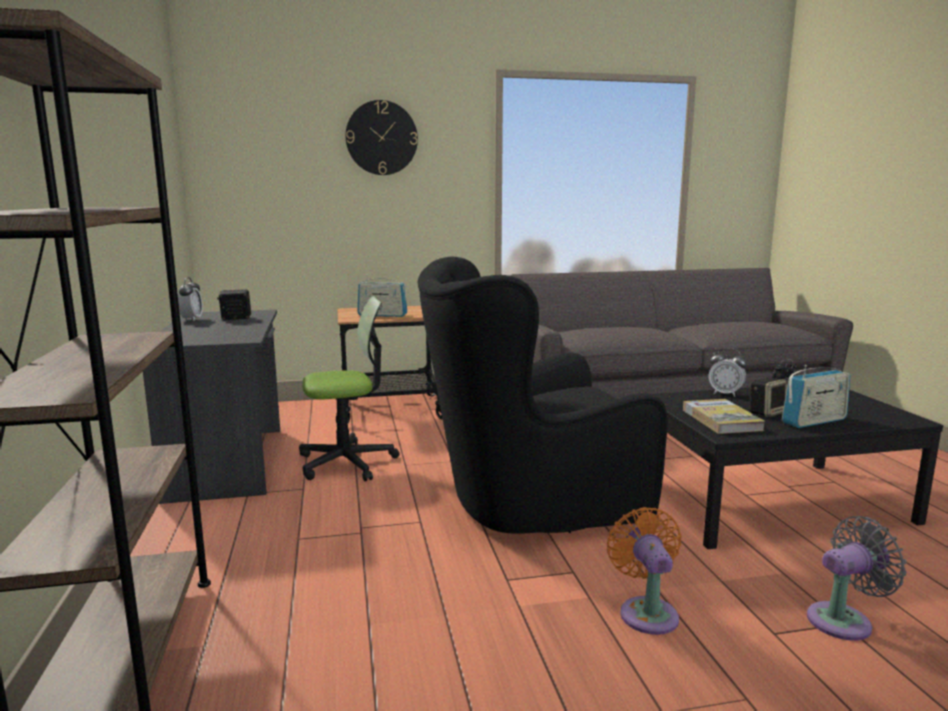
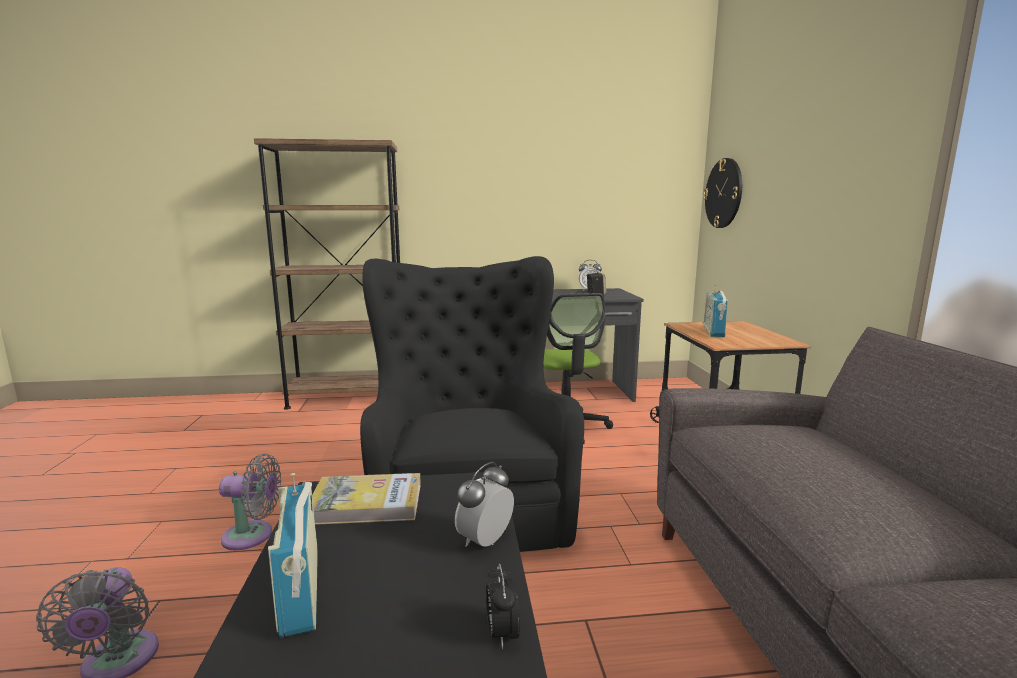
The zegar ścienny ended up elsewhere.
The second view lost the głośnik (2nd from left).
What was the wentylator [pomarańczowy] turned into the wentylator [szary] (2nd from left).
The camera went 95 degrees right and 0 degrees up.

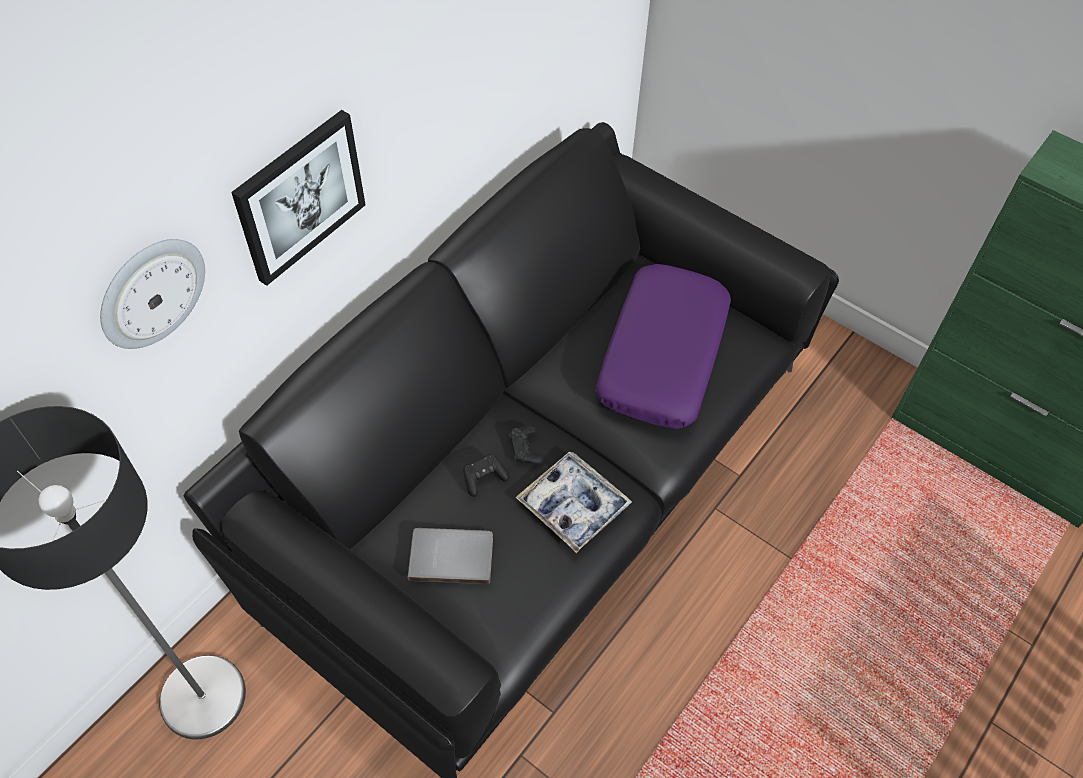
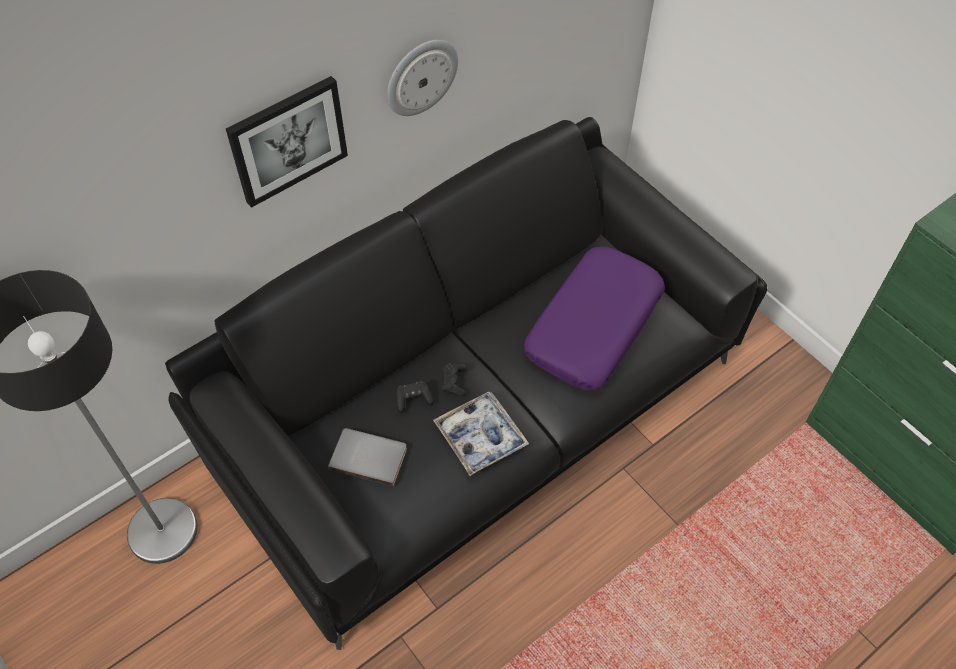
The zegar ścienny ended up elsewhere.
The camera went 15 degrees right and 0 degrees up.

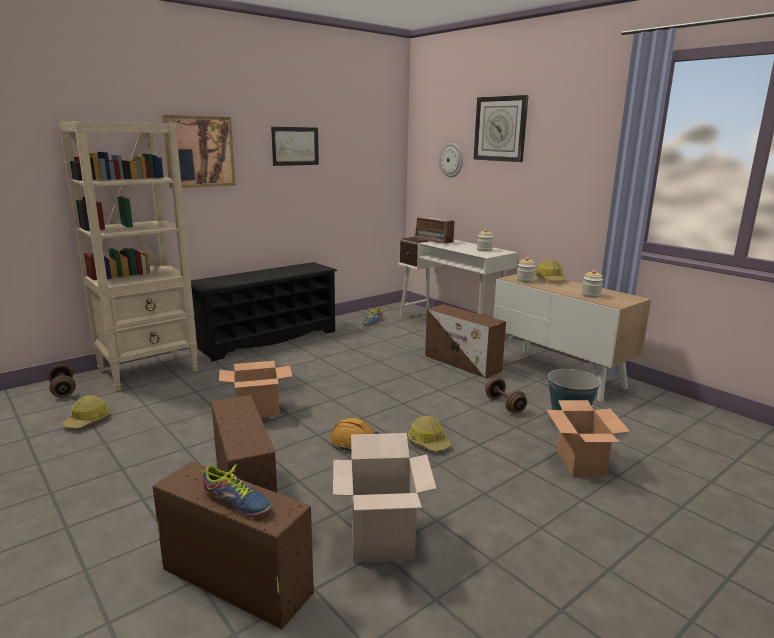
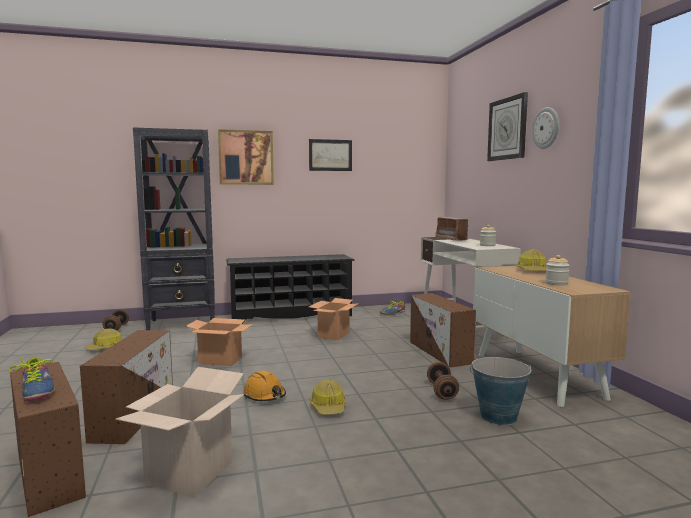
What was the regał [beżowy] turned into the regał [czarny].
The zegar ścienny (1st from left in the first image) ended up elsewhere.
The second view lost the słoik (2nd from left).
The karton (3rd from left) ended up elsewhere.
The camera went 25 degrees right and 10 degrees down.

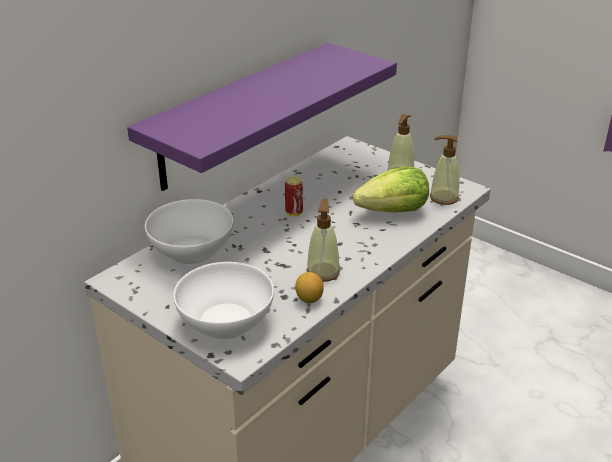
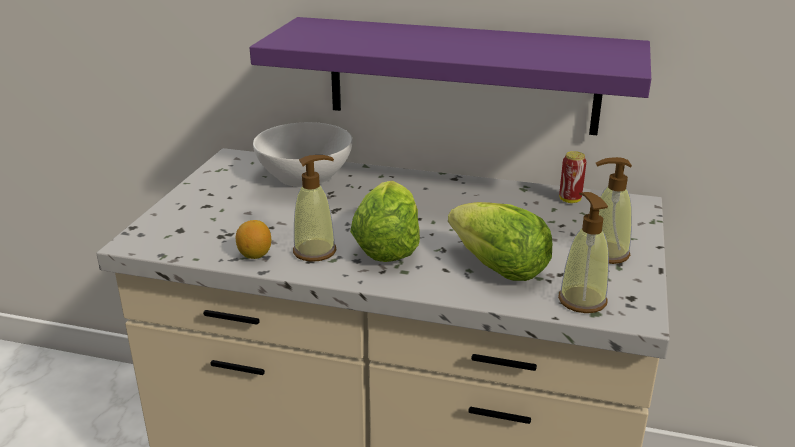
The puszka ended up elsewhere.
The second view lost the miska [biały] (2nd from left).
The second view gained the sałata (1st from left).
The camera went 65 degrees right and 5 degrees down.

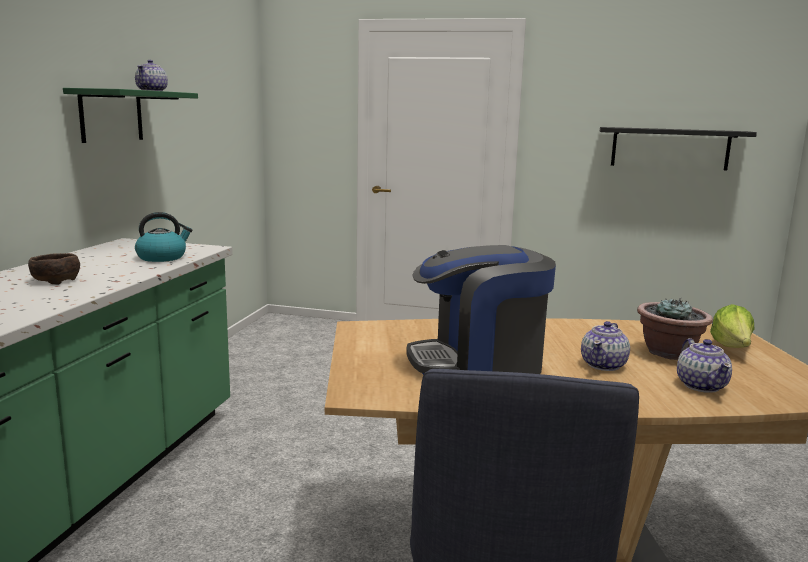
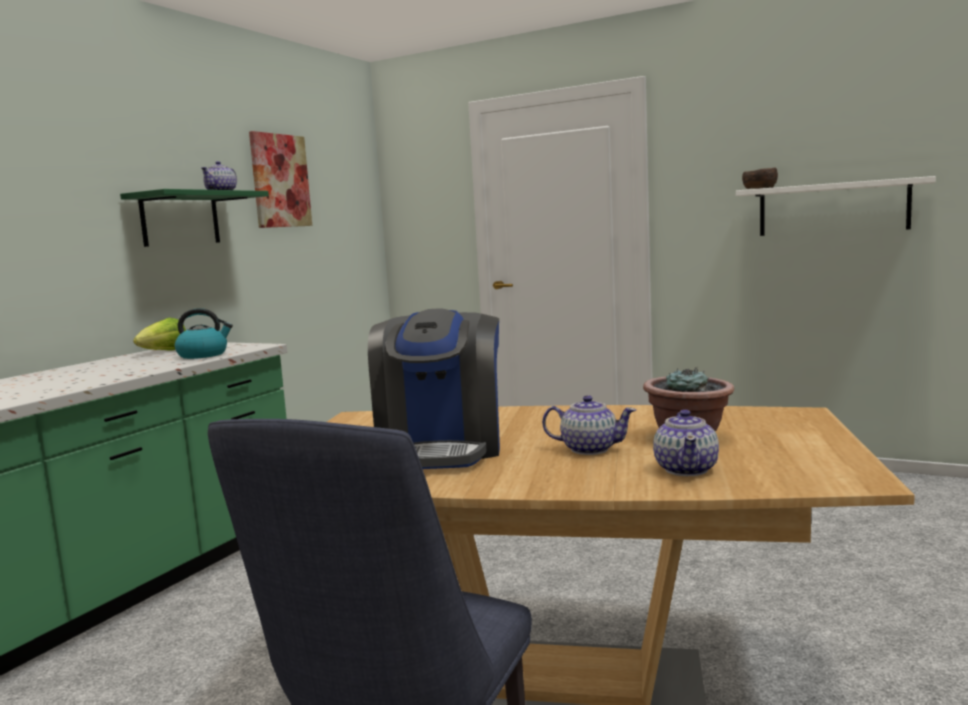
What was the półka [czarny] turned into the półka [biały].
The ekspres do kawy ended up facing another way, 90 degrees counterclockwise from before.
The miska [brązowy] ended up elsewhere.
The sałata ended up elsewhere.
The imbryk (2nd from left) ended up facing another way, 120 degrees counterclockwise from before.
The second view gained the obraz.
The camera went 15 degrees right and 5 degrees down.

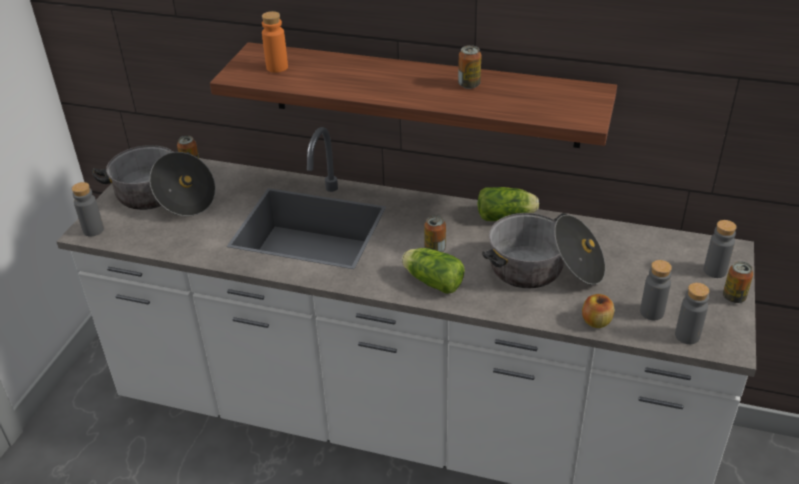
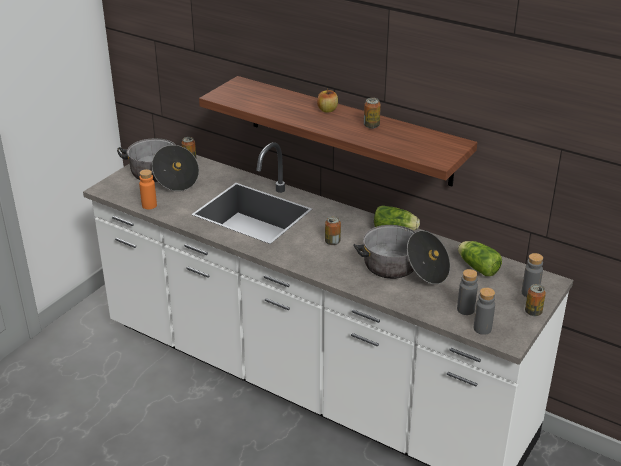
The butelka [pomarańczowy] ended up elsewhere.
The second view lost the butelka [szary] (1st from left).
The sałata (1st from left in the first image) ended up elsewhere.
The jabłko ended up elsewhere.
The camera went 15 degrees right and 5 degrees down.

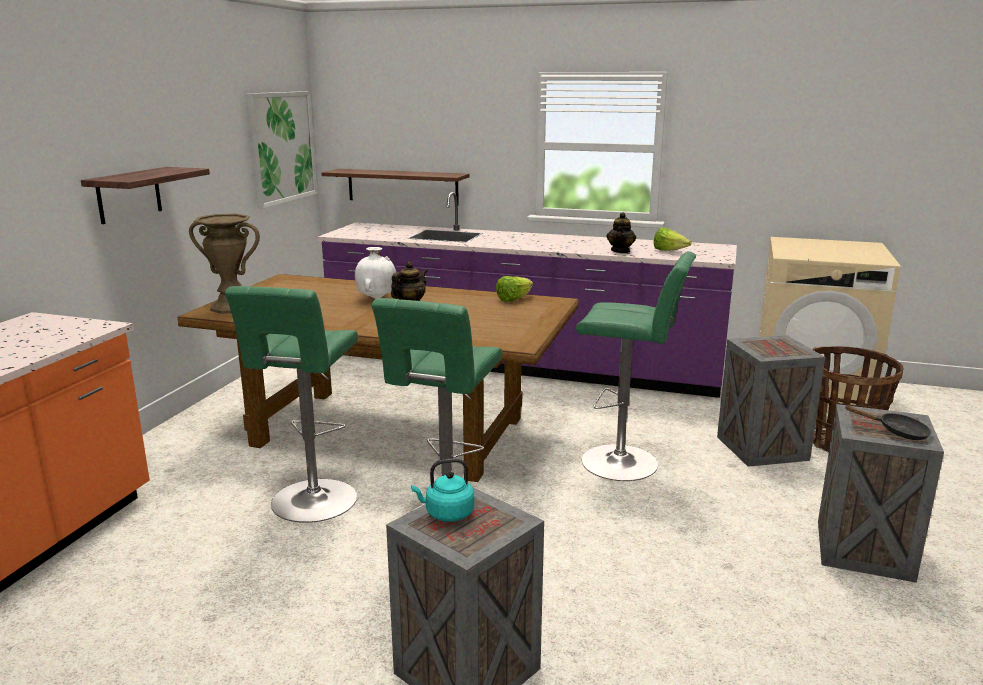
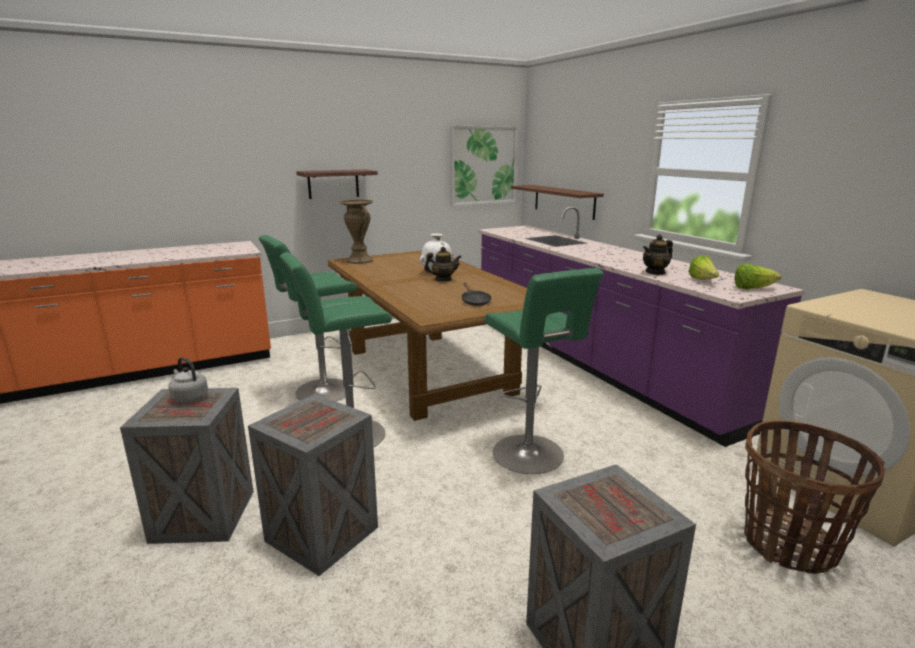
The sałata (1st from left in the first image) ended up elsewhere.
The skrzynka (2nd from left) ended up elsewhere.
The patelnia [czarny] ended up elsewhere.
What was the czajnik [turkusowy] turned into the czajnik [szary].
The camera went 45 degrees right and 0 degrees up.

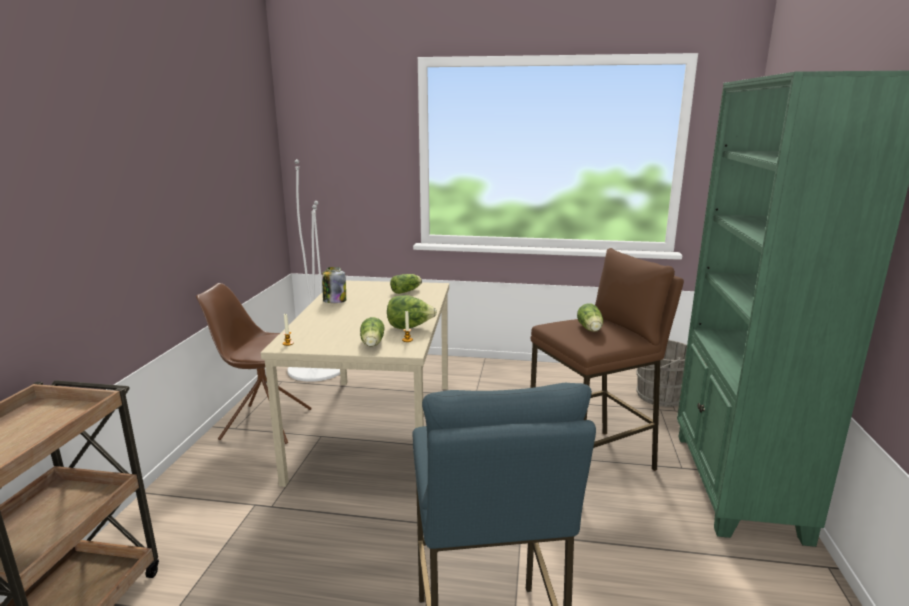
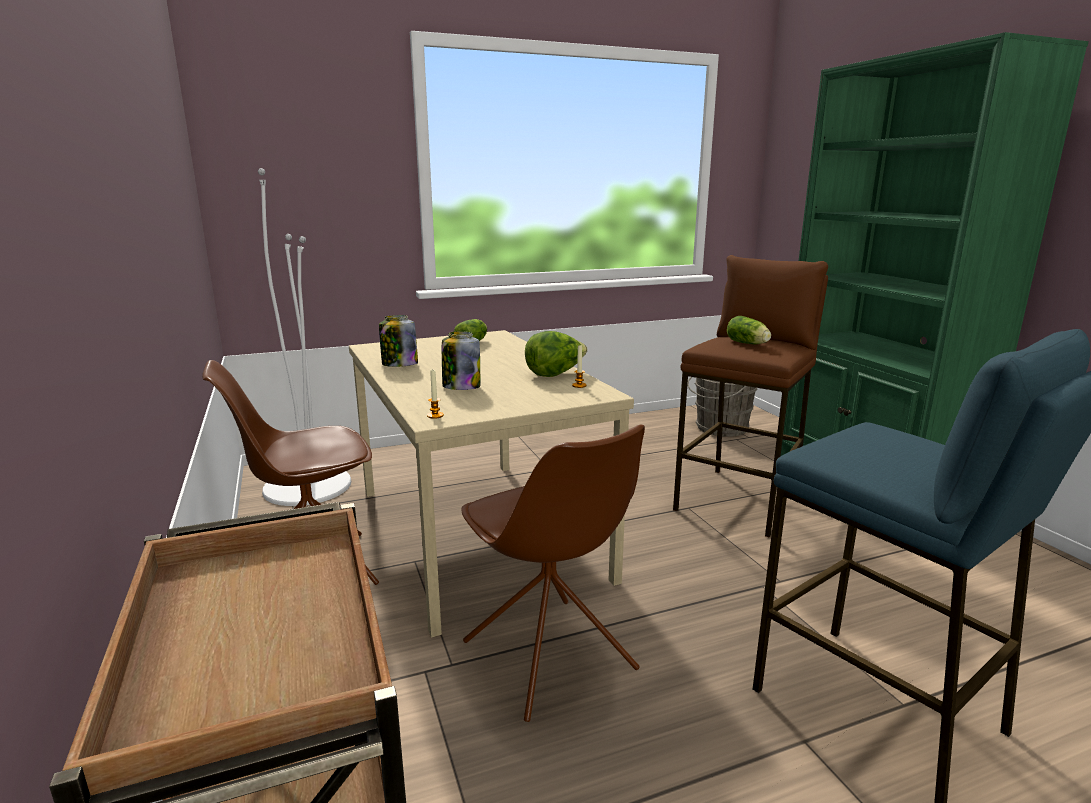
The second view lost the sałata (1st from left).
The second view gained the słoik (2nd from left).
The second view gained the krzesło [brązowy] (2nd from left).
The camera went 30 degrees left and 0 degrees up.

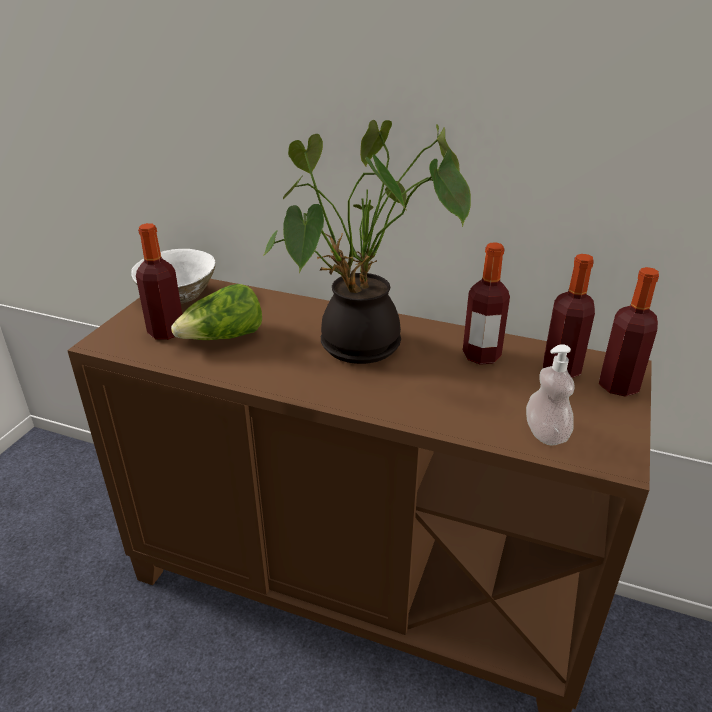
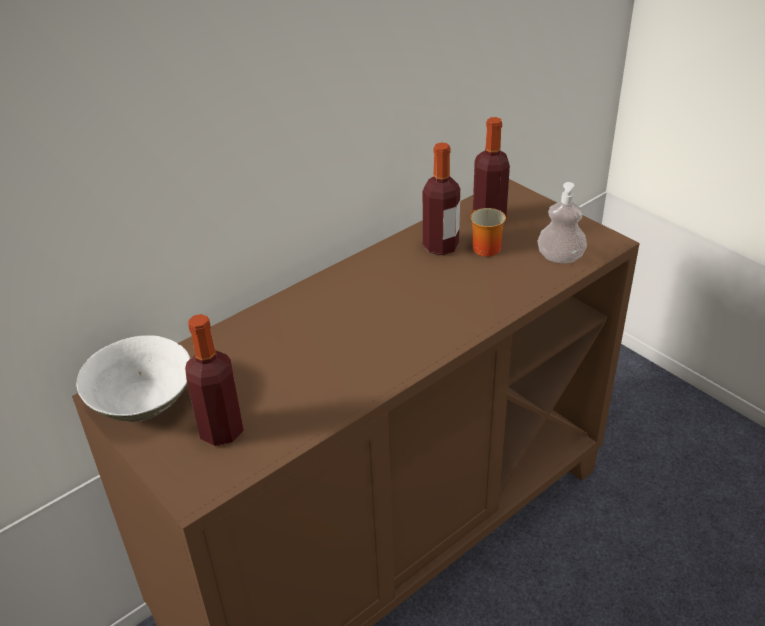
The second view lost the roślina doniczkowa.
The second view lost the butelka (4th from left).
The second view lost the sałata.
The second view gained the kubek.
The camera went 60 degrees left and 5 degrees up.

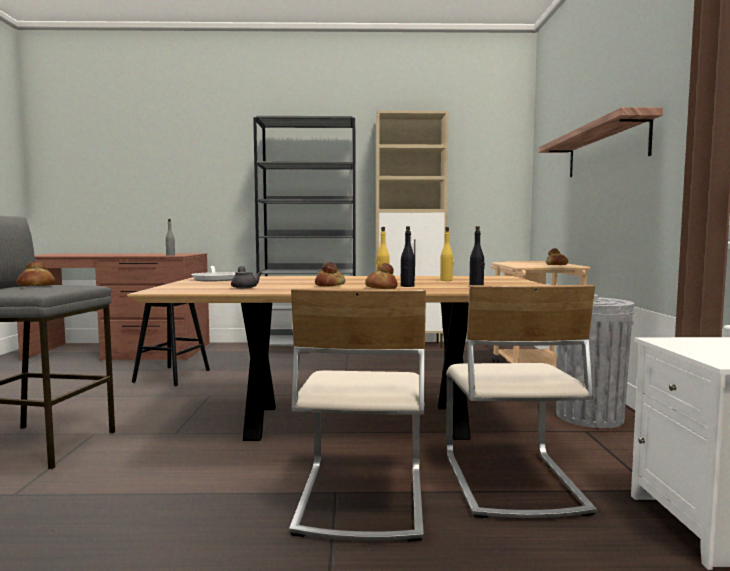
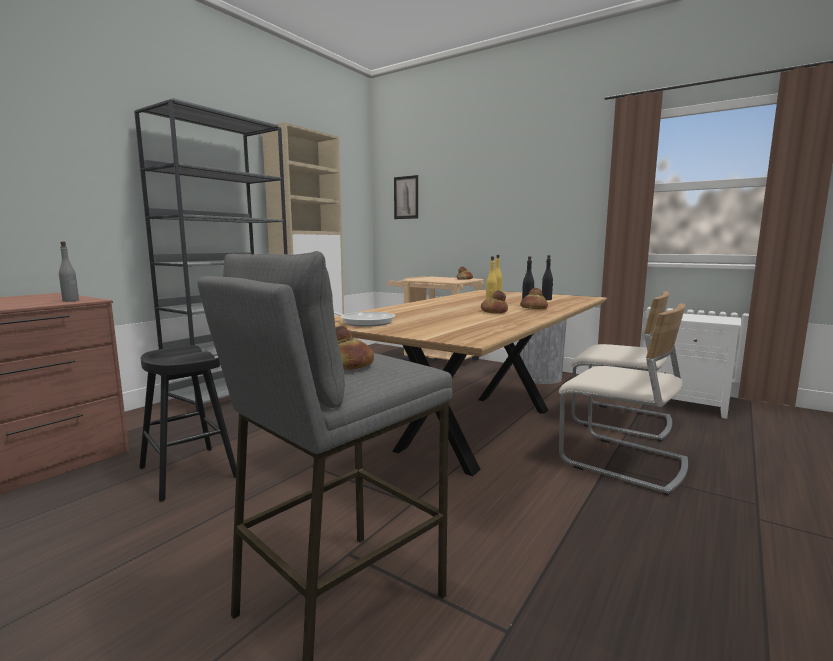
The second view lost the półka.
The second view lost the imbryk [szary].
The second view gained the obraz.
The camera went 55 degrees left and 5 degrees up.

